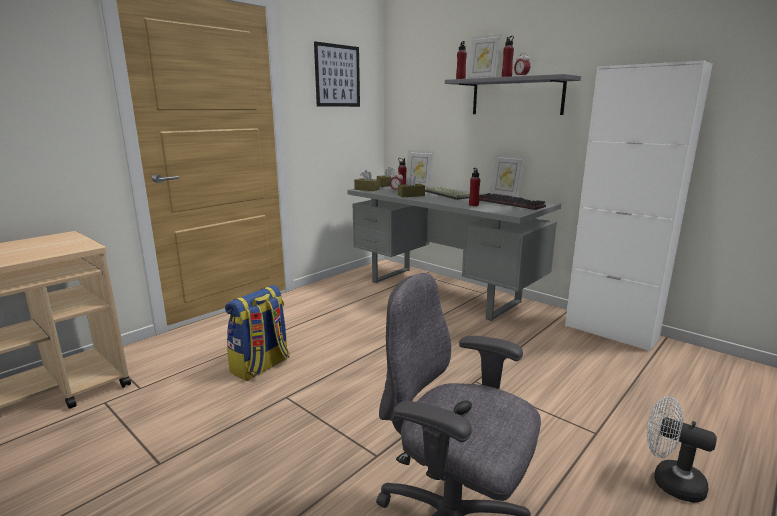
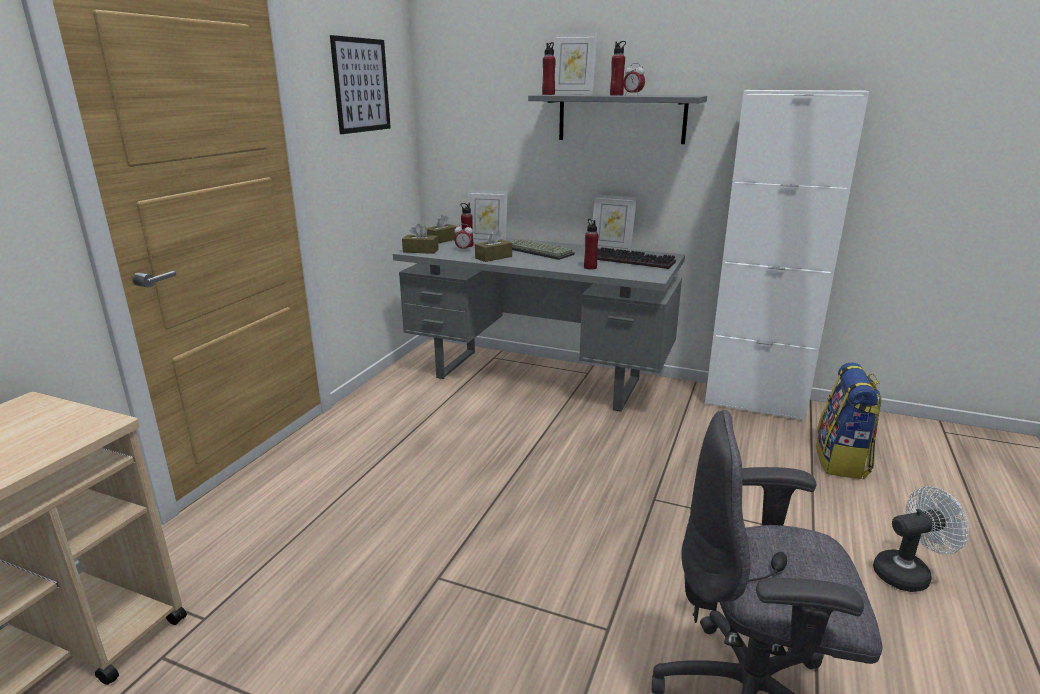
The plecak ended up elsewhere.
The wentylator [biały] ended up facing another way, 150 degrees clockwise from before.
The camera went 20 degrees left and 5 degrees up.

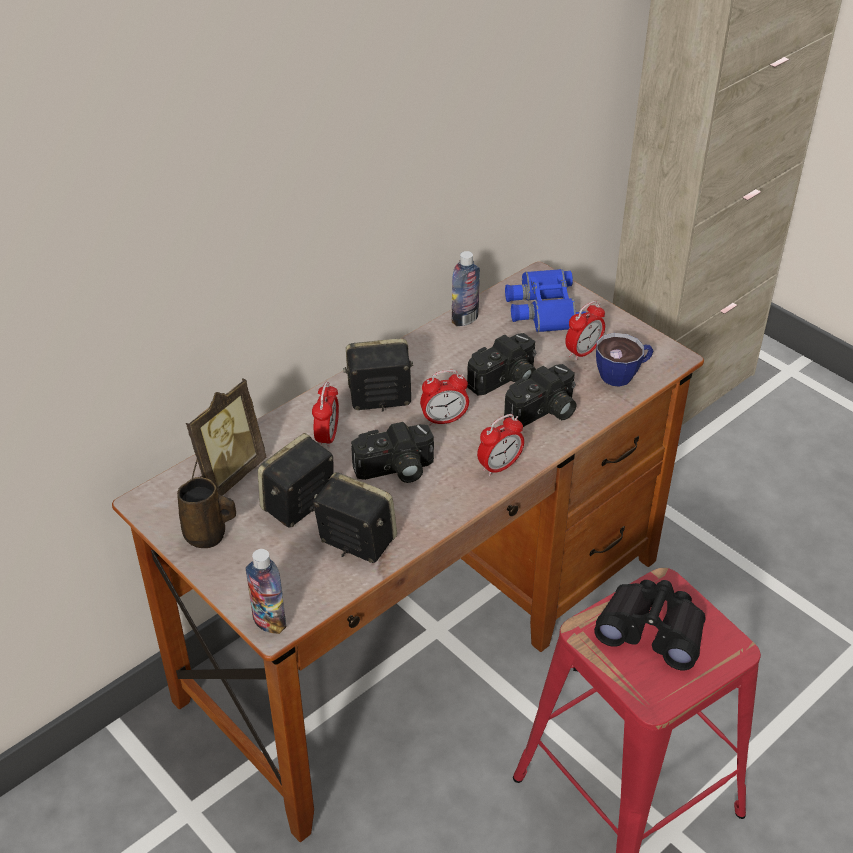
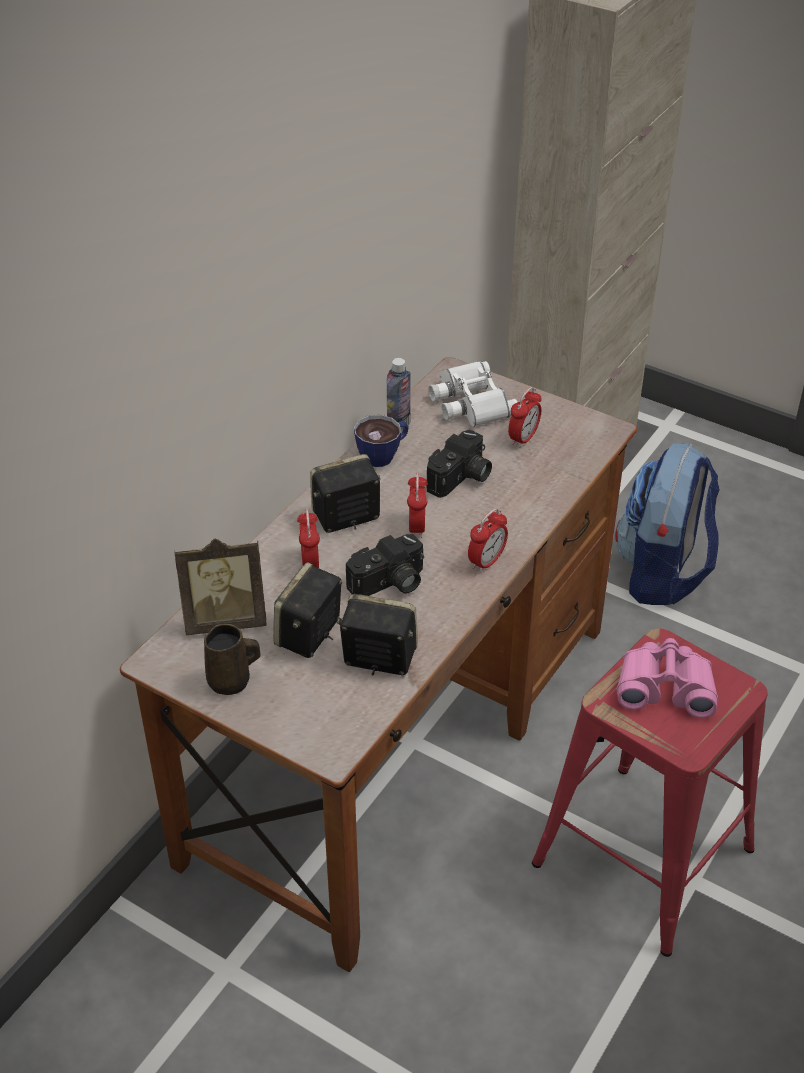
What was the lornetka [niebieski] turned into the lornetka [biały].
The filiżanka ended up elsewhere.
The second view lost the aparat fotograficzny (3rd from left).
The budzik (2nd from left) ended up facing another way, 120 degrees clockwise from before.
The ramka na zdjęcie ended up facing another way, 60 degrees clockwise from before.
The second view lost the butelka (1st from left).
What was the lornetka [czarny] turned into the lornetka [różowy].
The second view gained the plecak.
The camera went 15 degrees left and 0 degrees up.

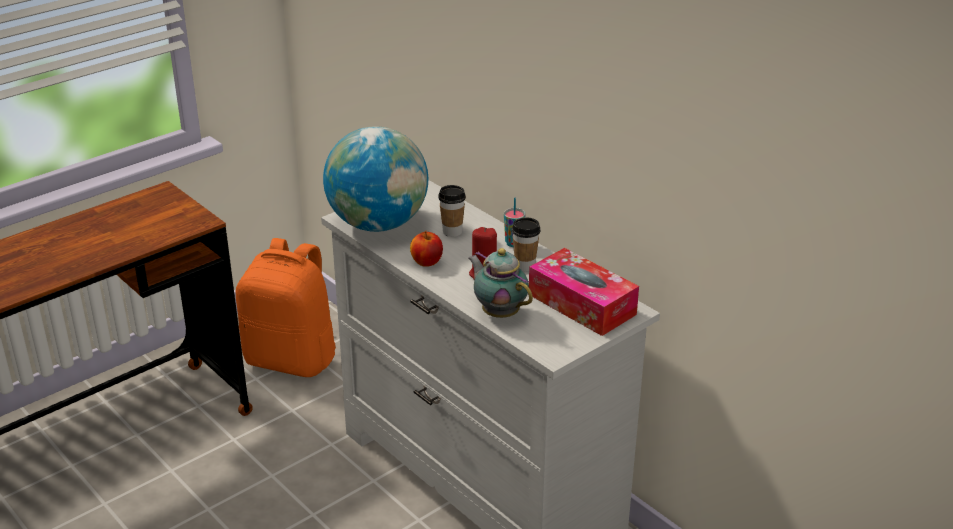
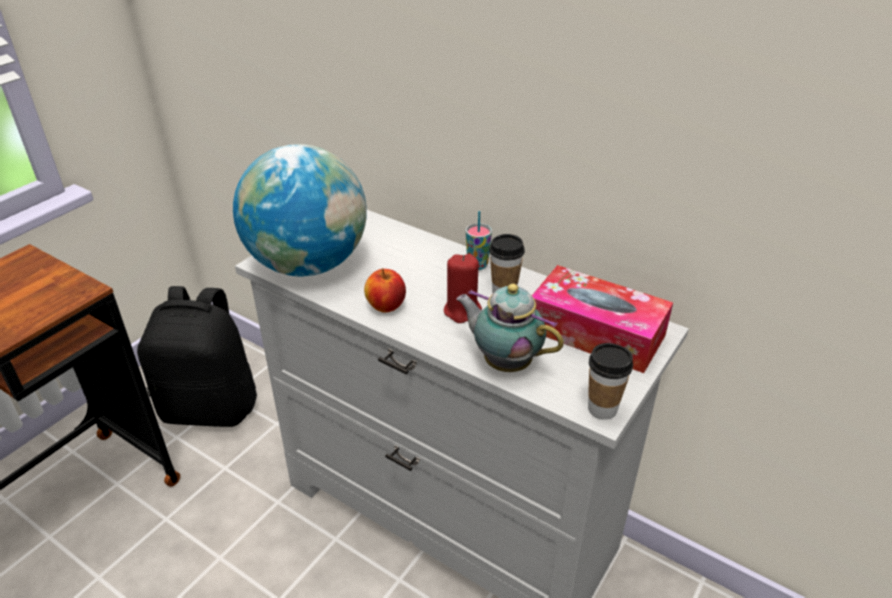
The filiżanka (1st from left in the first image) ended up elsewhere.
What was the plecak [pomarańczowy] turned into the plecak [czarny].
The camera went 15 degrees left and 5 degrees up.

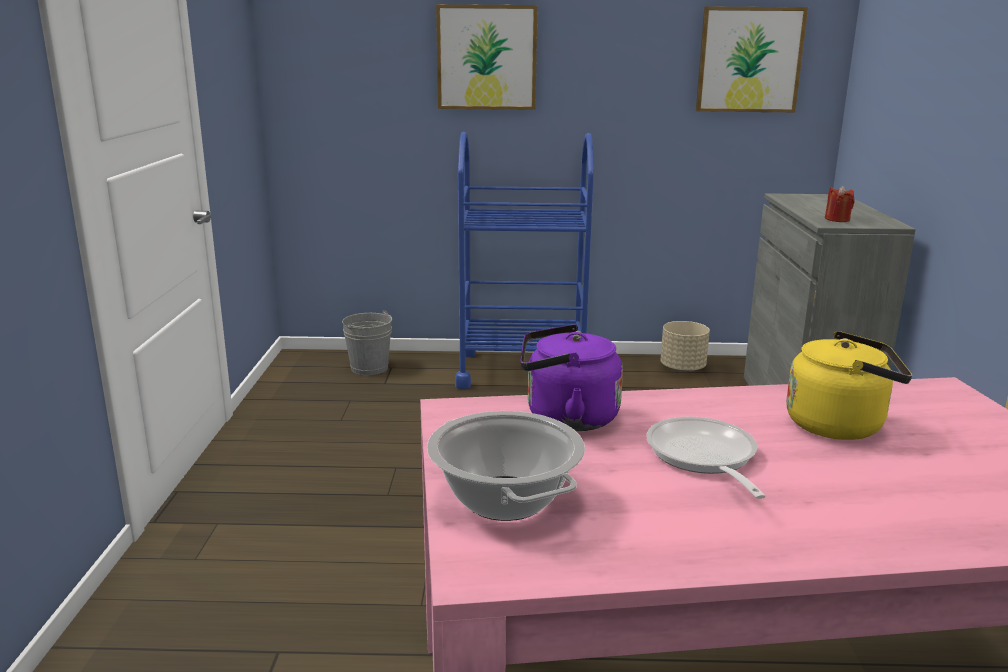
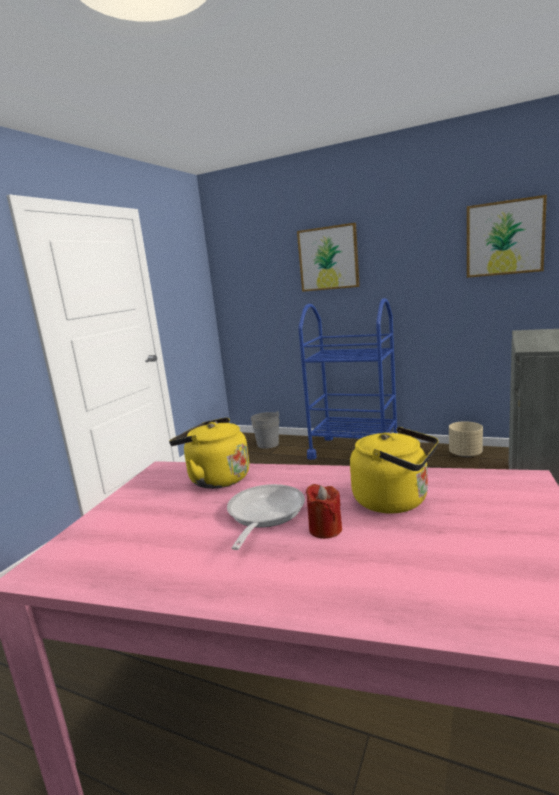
The świeca [czerwony] ended up elsewhere.
What was the czajnik [fioletowy] turned into the czajnik [żółty] (1st from left).
The second view lost the garnek.
The camera went 25 degrees right and 5 degrees down.

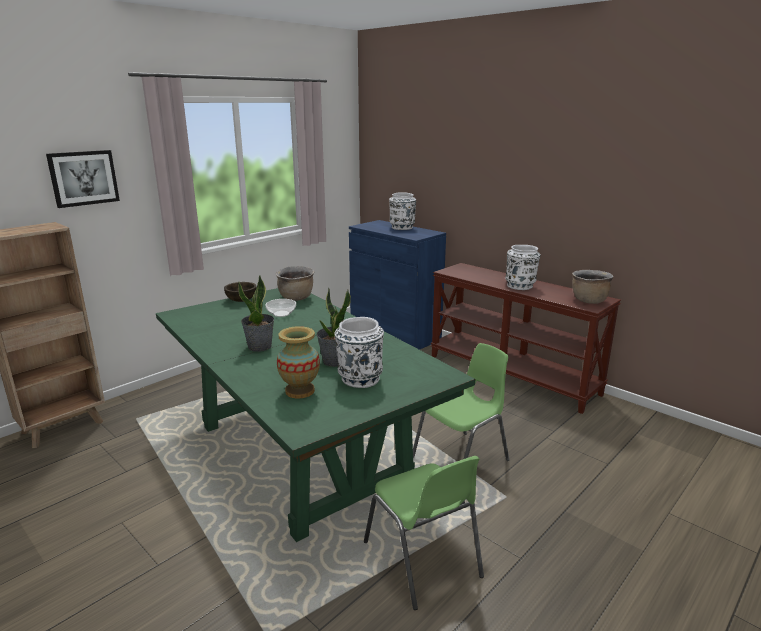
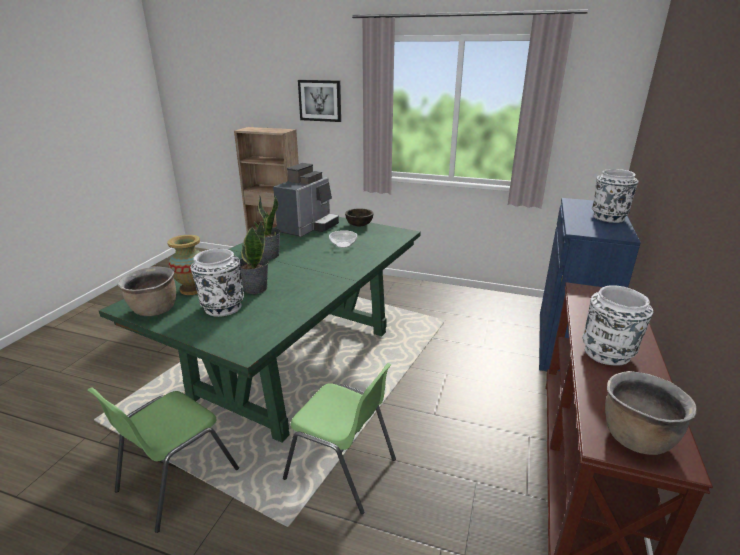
The garnek [brązowy] (1st from left) ended up elsewhere.
The second view gained the ekspres do kawy.
The camera went 65 degrees right and 5 degrees up.

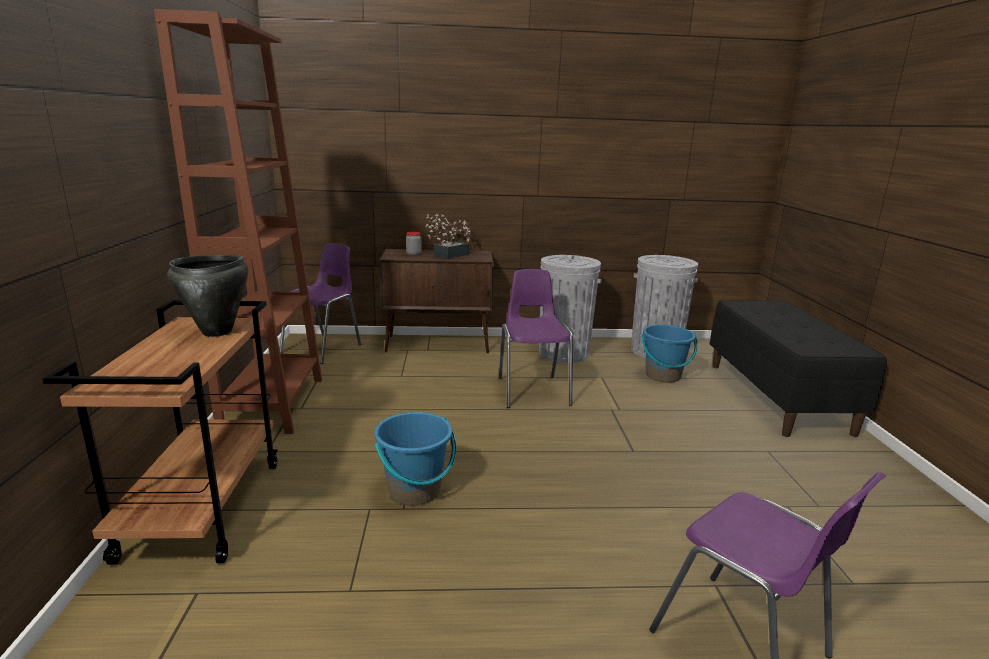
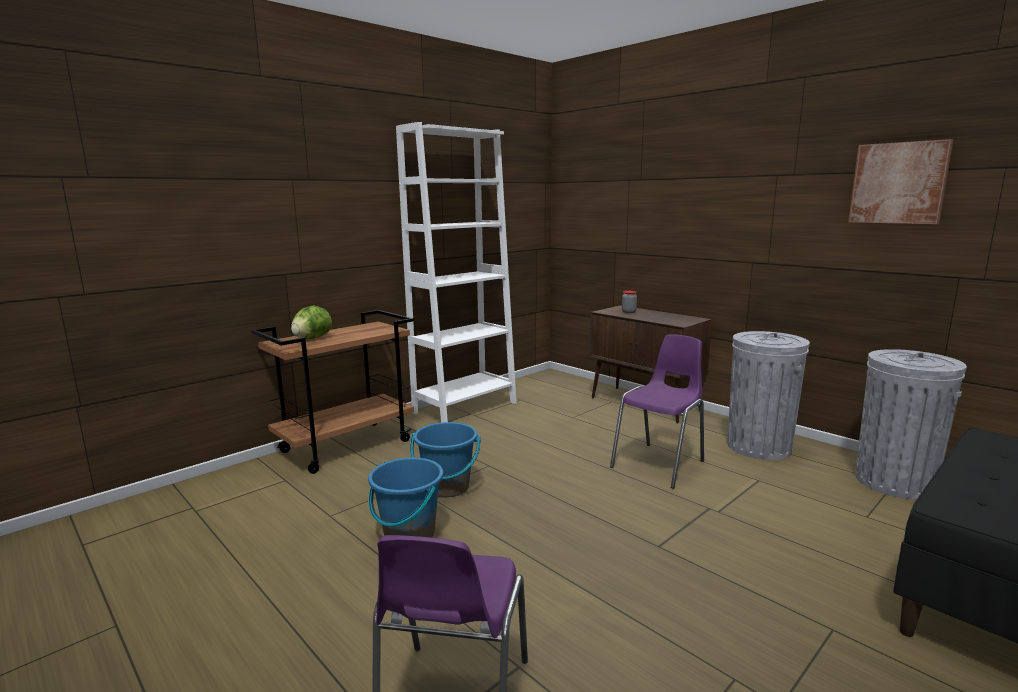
What was the regał [brązowy] turned into the regał [biały].
The second view lost the roślina doniczkowa.
The second view lost the krzesło [fioletowy] (1st from left).
The second view lost the garnek [czarny].
The wiadro [niebieski] (2nd from left in the first image) ended up elsewhere.
The second view gained the obraz.
The second view gained the sałata.
The camera went 50 degrees right and 5 degrees down.

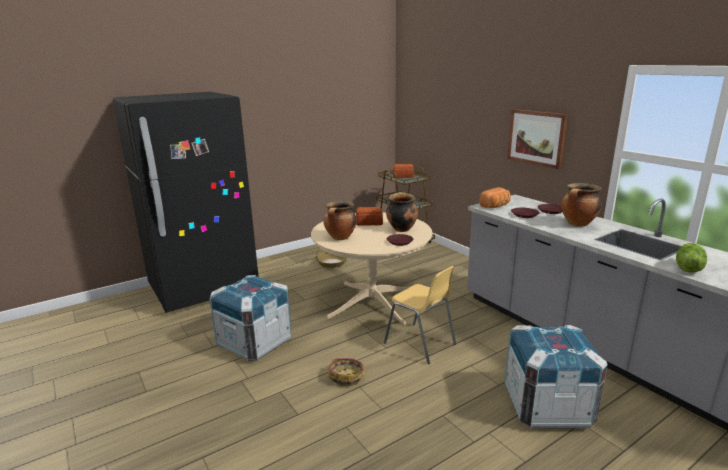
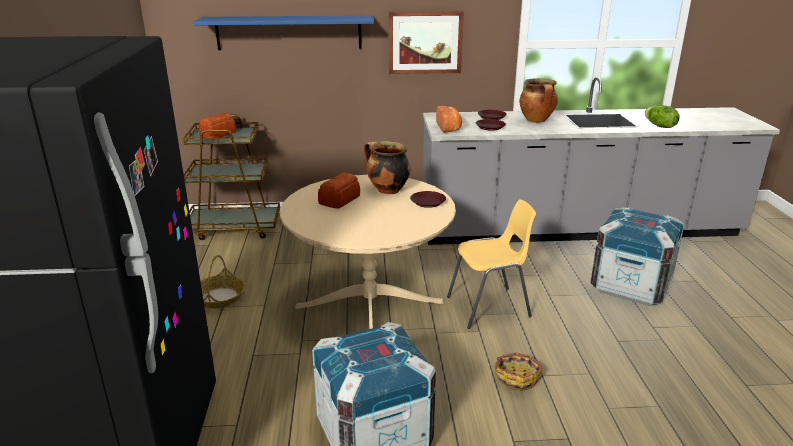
The second view lost the garnek (1st from left).
The second view gained the półka [niebieski].
The camera went 60 degrees left and 5 degrees up.

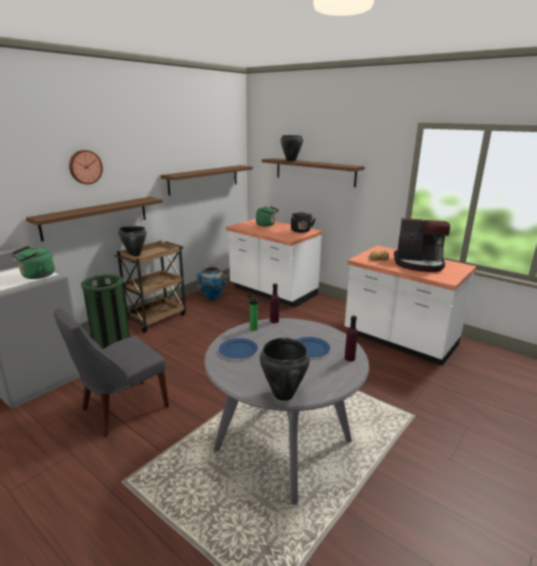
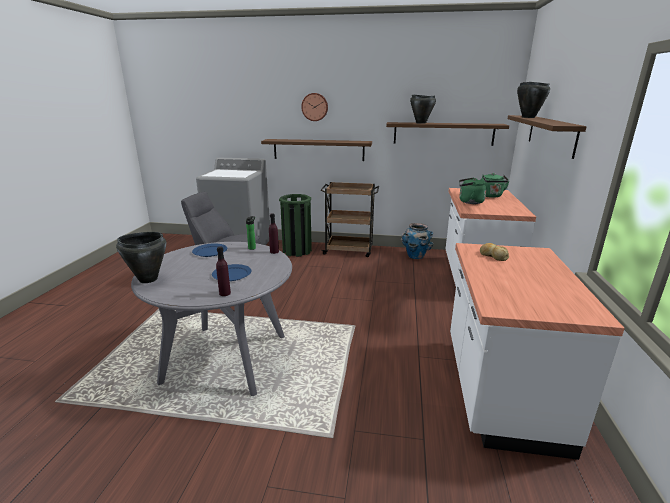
The second view lost the czajnik [czarny].
The second view lost the ekspres do kawy.
The garnek [czarny] (1st from left in the first image) ended up elsewhere.
The czajnik [zielony] (1st from left) ended up elsewhere.
The camera went 60 degrees right and 0 degrees up.

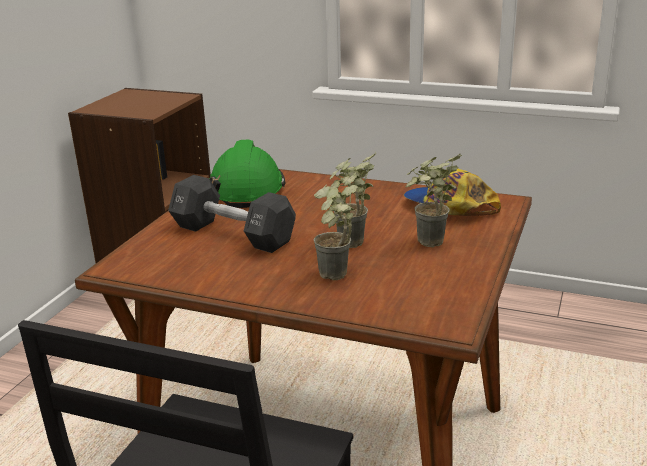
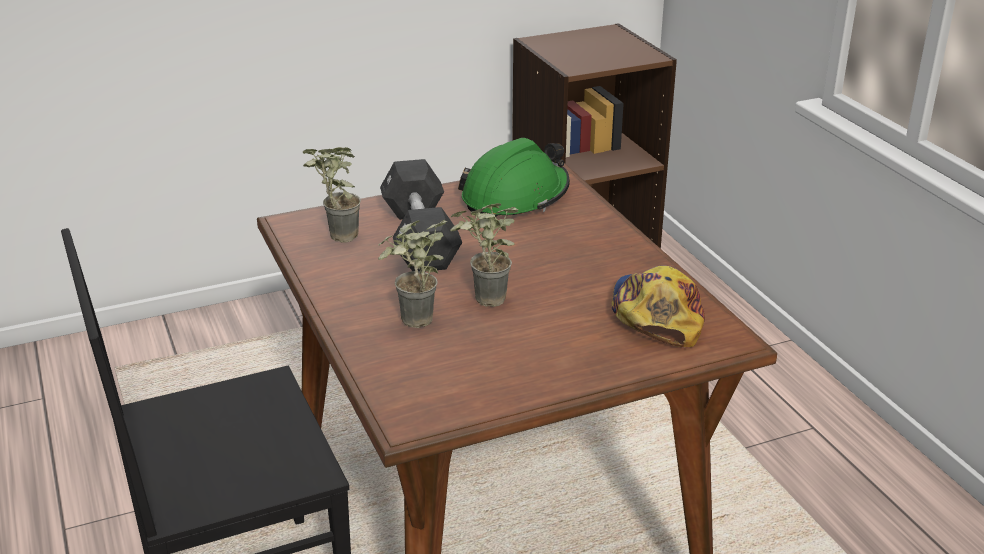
The roślina doniczkowa (3rd from left in the first image) ended up elsewhere.
The camera went 45 degrees right and 5 degrees up.

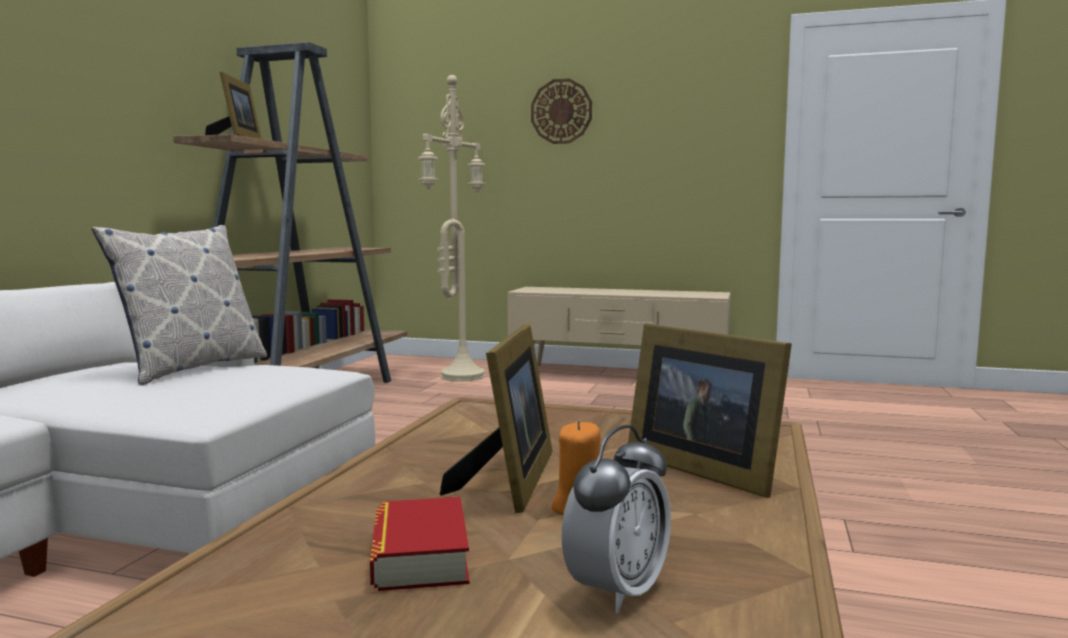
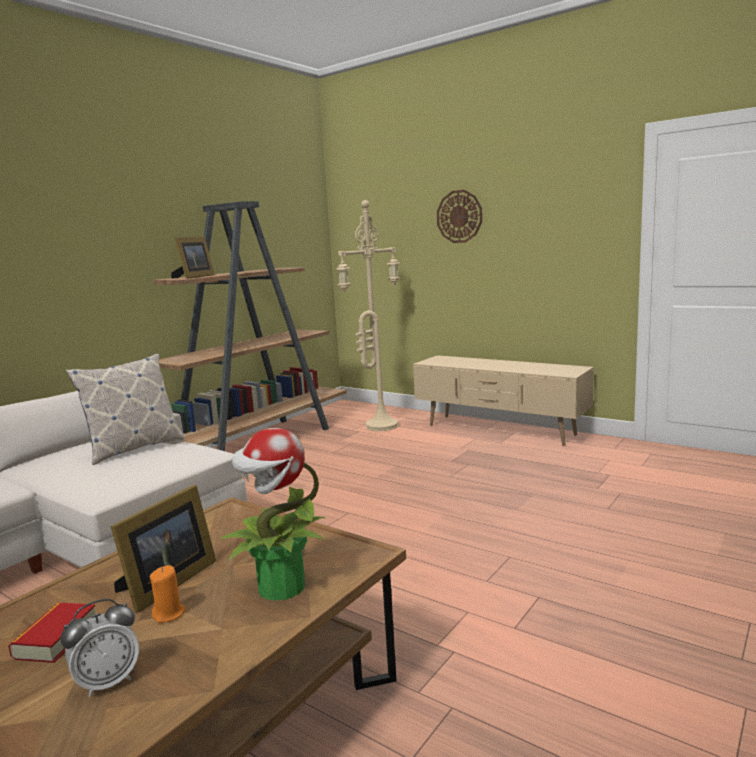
Where the ramka na zdjęcie (3rd from left) stood, the roślina doniczkowa came to stand.
The camera went 20 degrees right and 5 degrees up.

